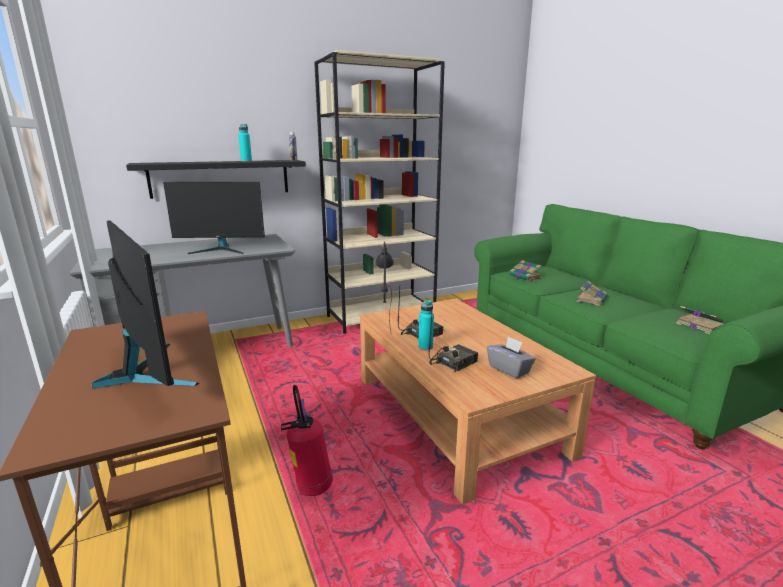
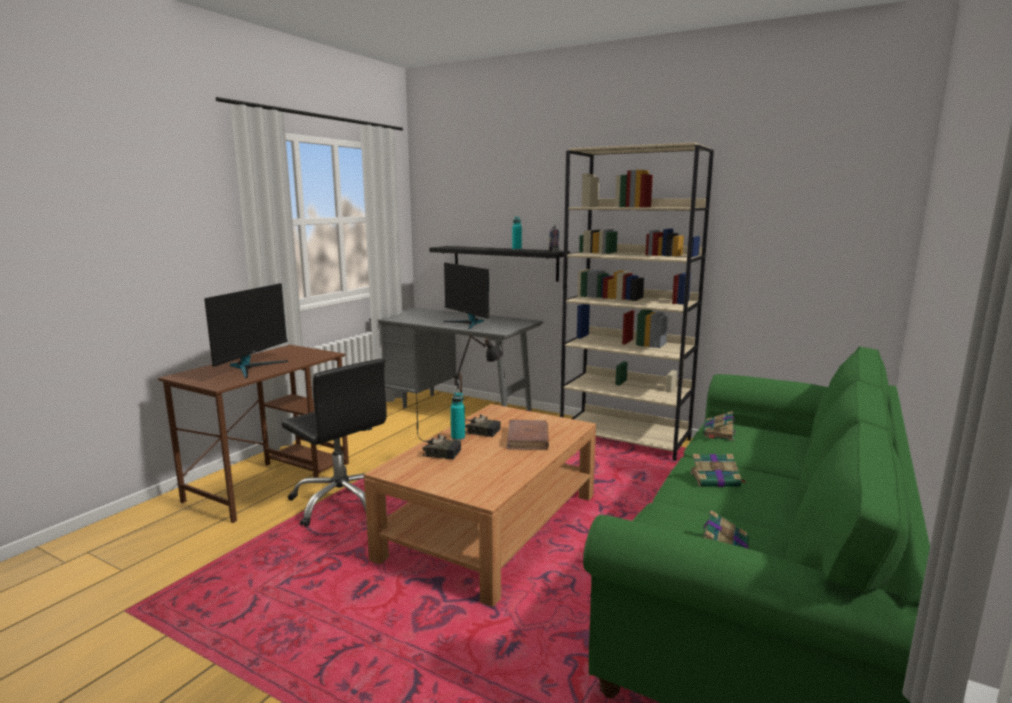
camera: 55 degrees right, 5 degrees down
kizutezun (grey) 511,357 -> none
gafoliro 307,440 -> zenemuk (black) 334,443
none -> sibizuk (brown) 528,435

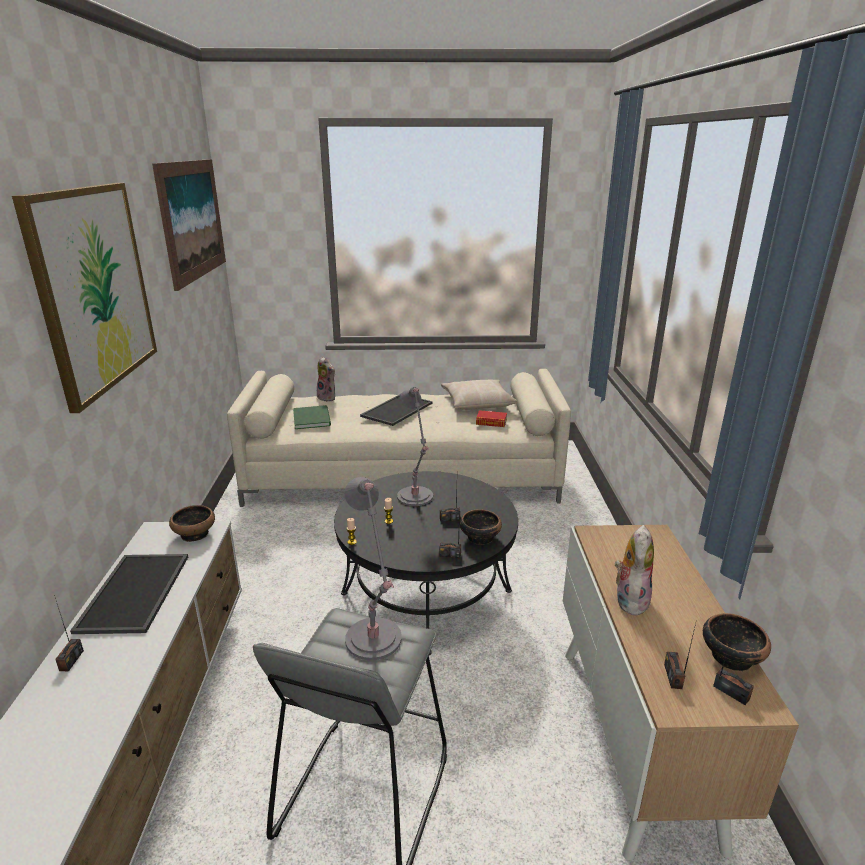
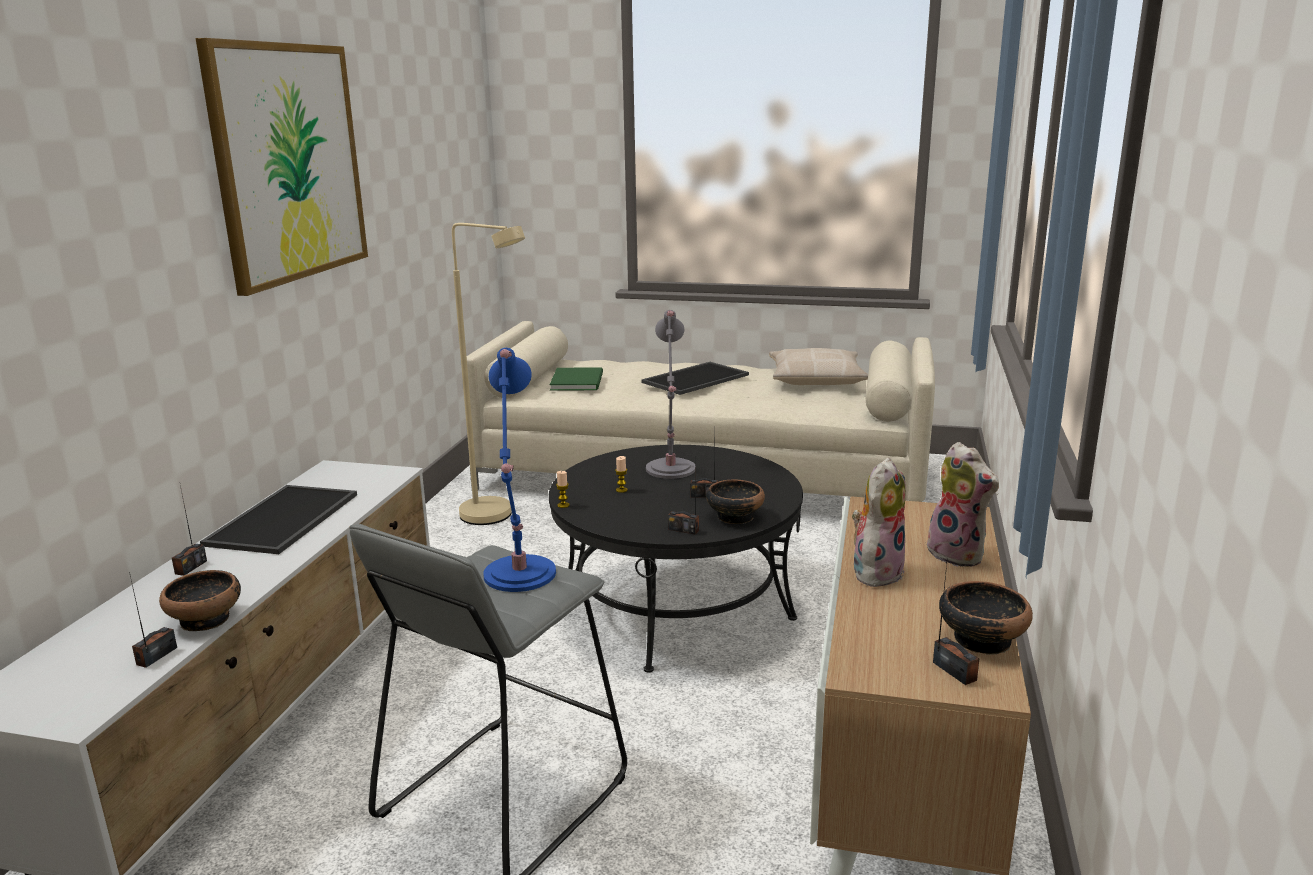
camera: 15 degrees right, 5 degrees down
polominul 189,225 -> none
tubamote 326,379 -> tubamote 963,504, relocated
sibizuk 491,418 -> none
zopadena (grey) 373,568 -> zopadena (blue) 519,470
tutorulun 192,523 -> tutorulun 200,600, relocated
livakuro 680,656 -> livakuro 153,620, relocated
none -> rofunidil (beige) 488,374

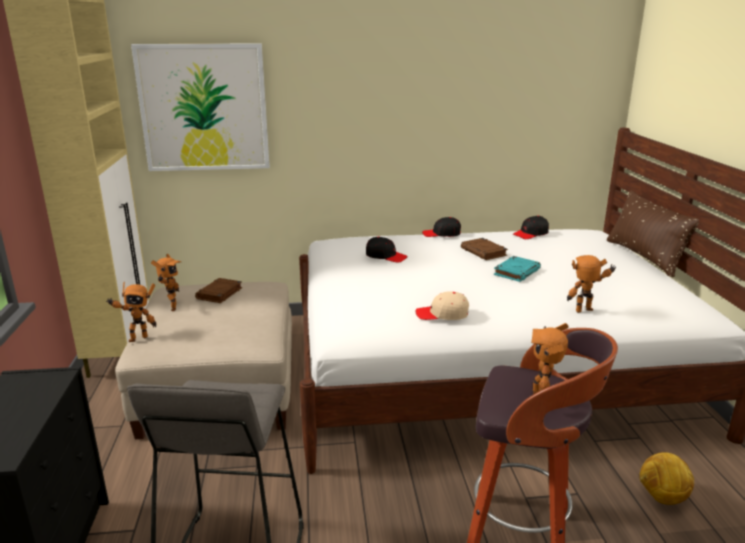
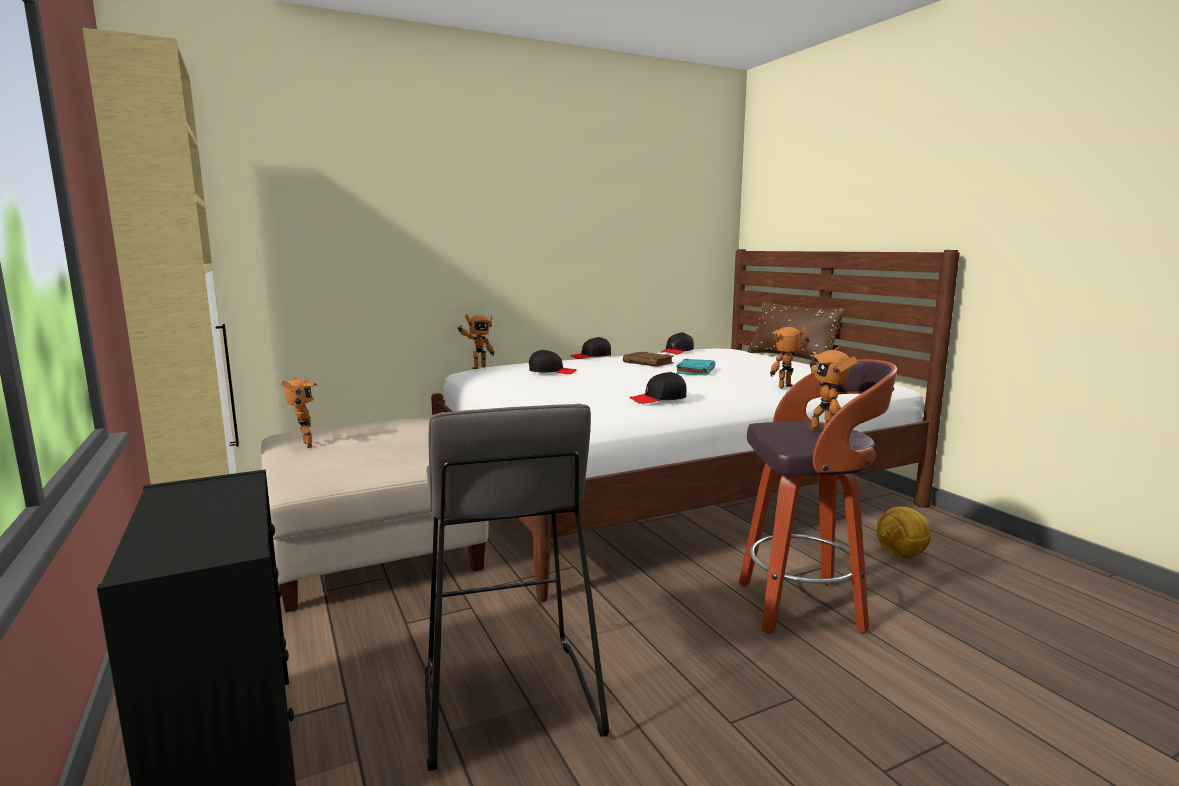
camera: 20 degrees left, 10 degrees down
polominul 200,107 -> none
sibizuk (brown) 218,290 -> none
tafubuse 131,312 -> tafubuse 475,341, relocated
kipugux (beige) 442,306 -> kipugux (black) 657,388

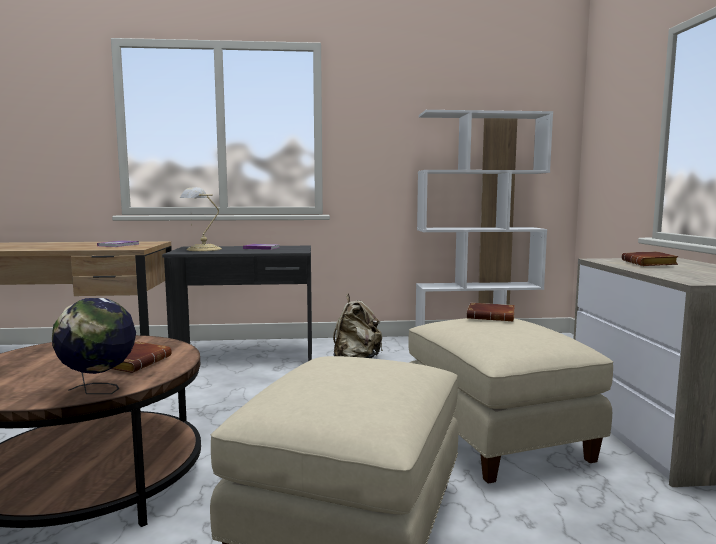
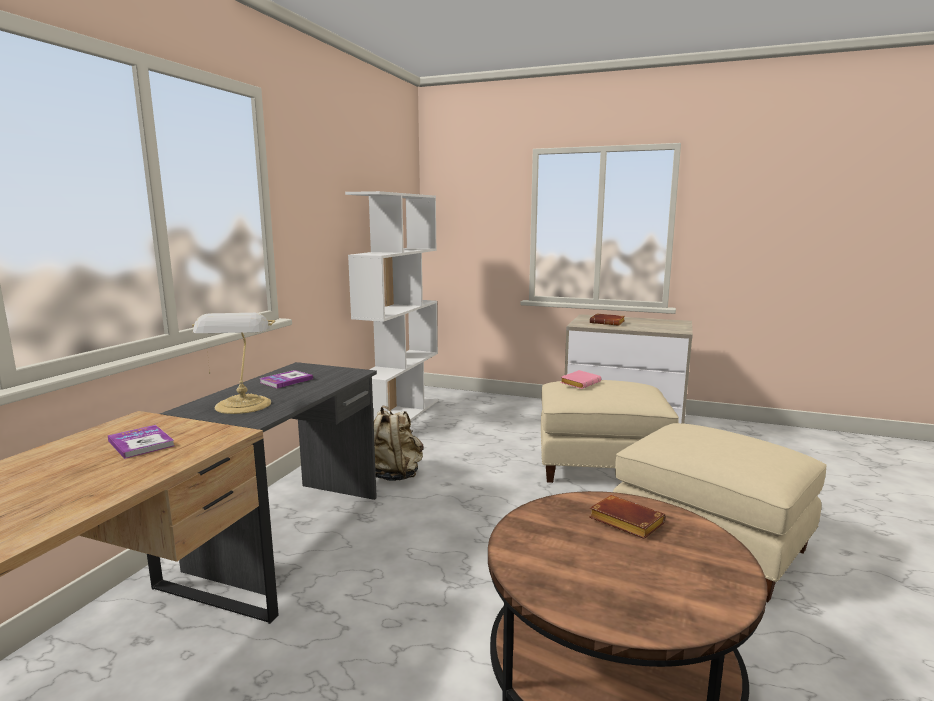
camera: 65 degrees left, 5 degrees up
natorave 94,346 -> none
sibizuk (brown) 491,312 -> sibizuk (pink) 580,379

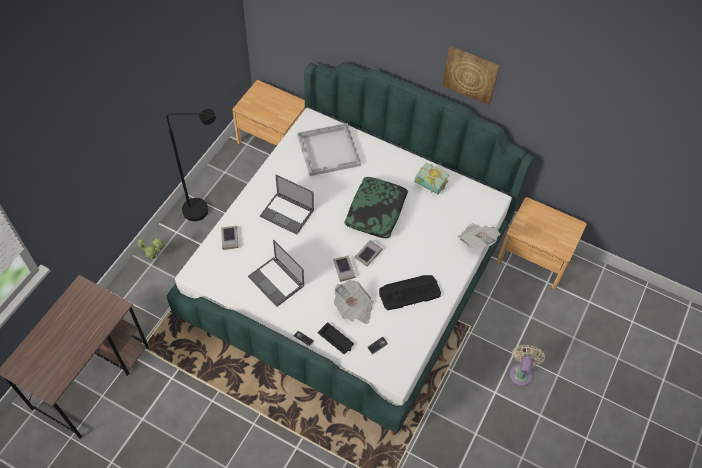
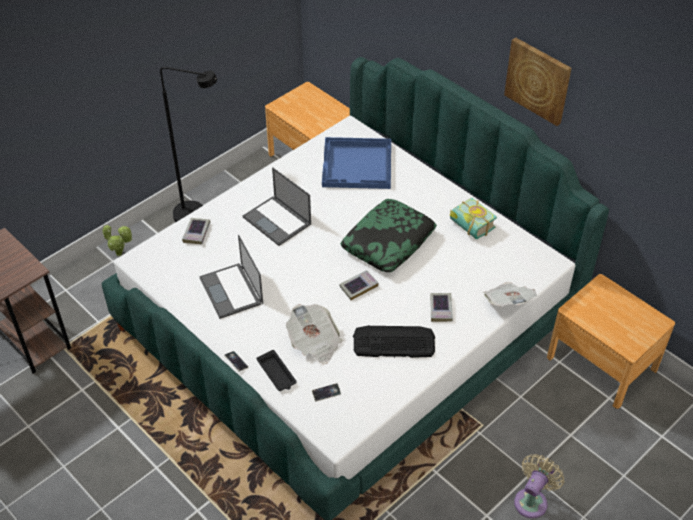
camera: 20 degrees right, 10 degrees down
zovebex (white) 329,149 -> zovebex (blue) 356,163
sibizuk 344,268 -> sibizuk 441,307, relocated

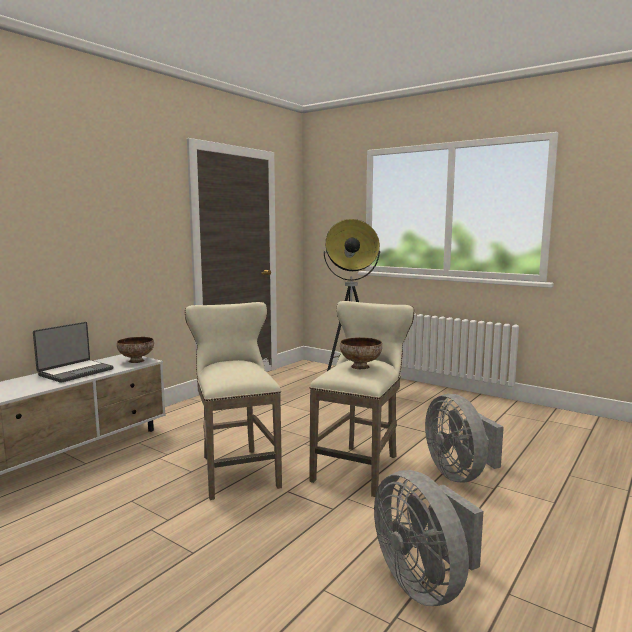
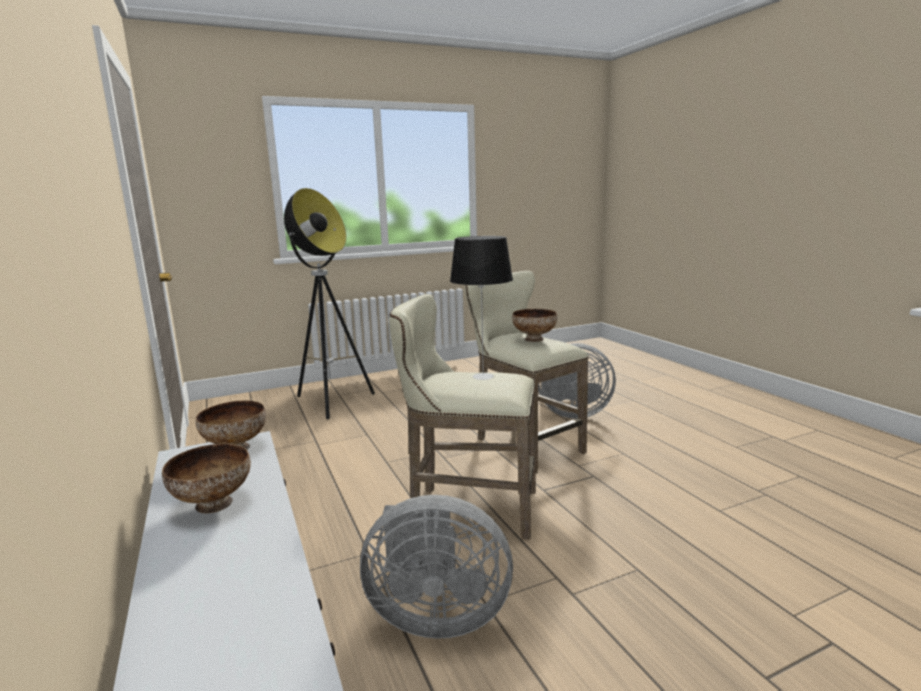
camera: 60 degrees left, 5 degrees up
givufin 73,352 -> tutorulun 206,478
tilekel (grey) 428,538 -> tilekel (grey) 436,567, relocated
none -> zopadena 481,308

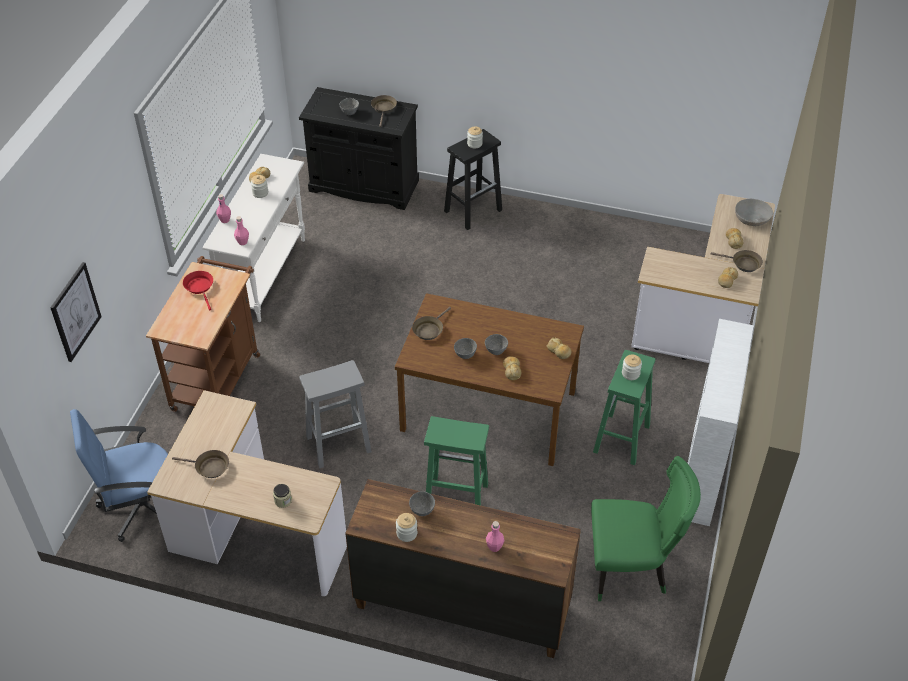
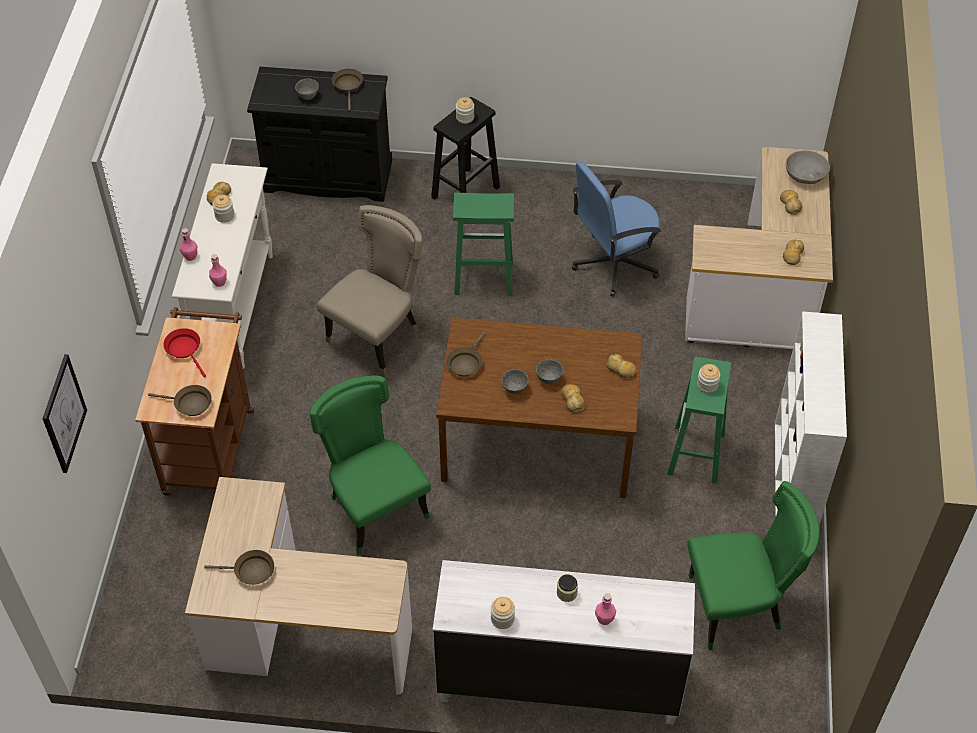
camera: 10 degrees left, 5 degrees up
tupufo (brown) 737,261 -> tupufo (brown) 180,400, relocated
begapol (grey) 335,414 -> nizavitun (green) 370,465
zenemuk (blue) 119,475 -> zenemuk (blue) 616,229, relocated
begapol (green) 456,461 -> begapol (green) 483,244, relocated
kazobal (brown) 463,568 -> kazobal (white) 564,642
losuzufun 282,496 -> losuzufun 567,588, relocated
tutorulun (grey) 422,503 -> none
none -> nizavitun (beige) 369,290

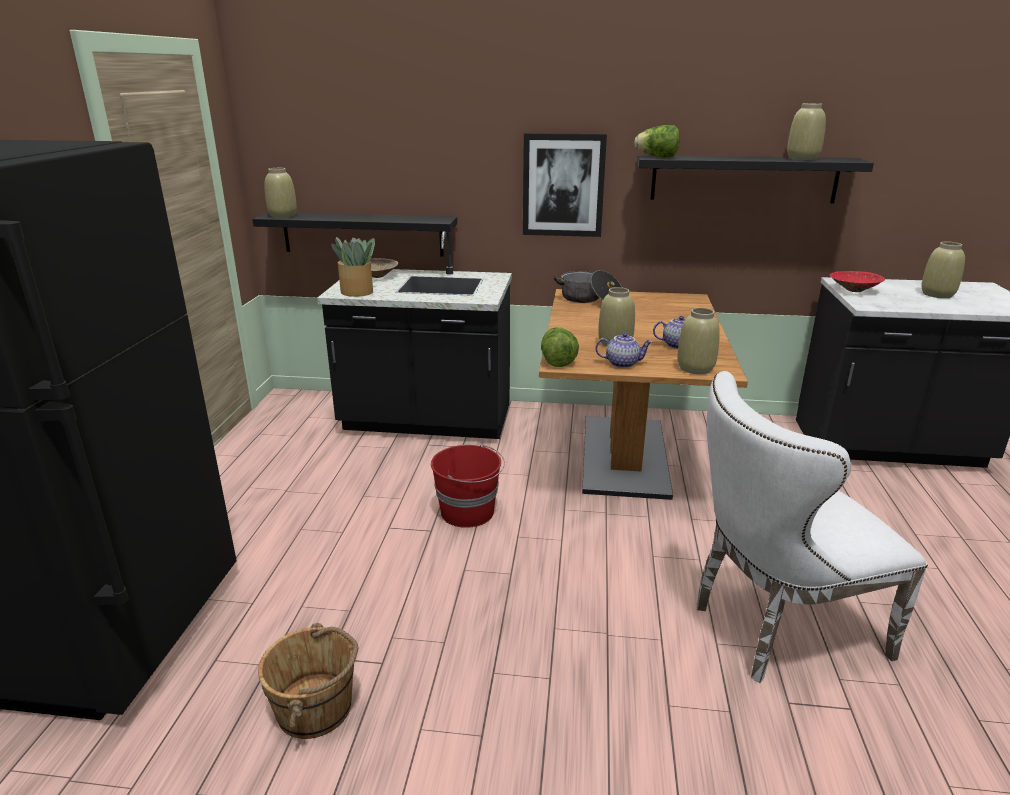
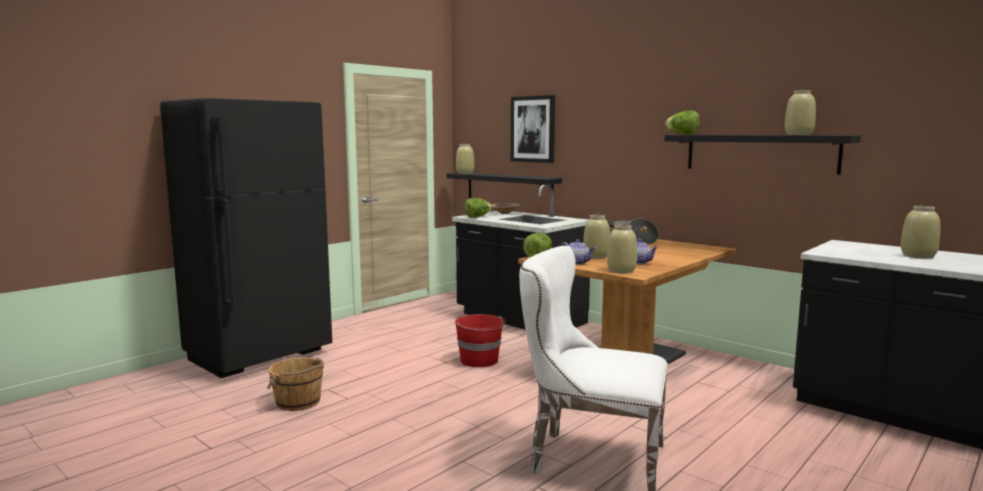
camera: 35 degrees right, 15 degrees down
polominul 565,185 -> polominul 533,129, relocated
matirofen 353,267 -> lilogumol 478,208
tutorulun (red) 857,281 -> none

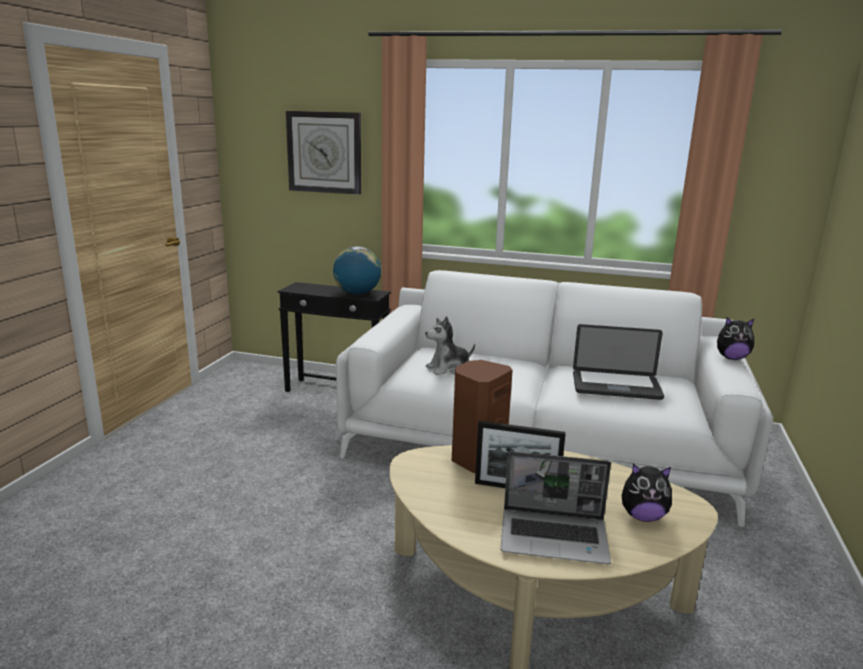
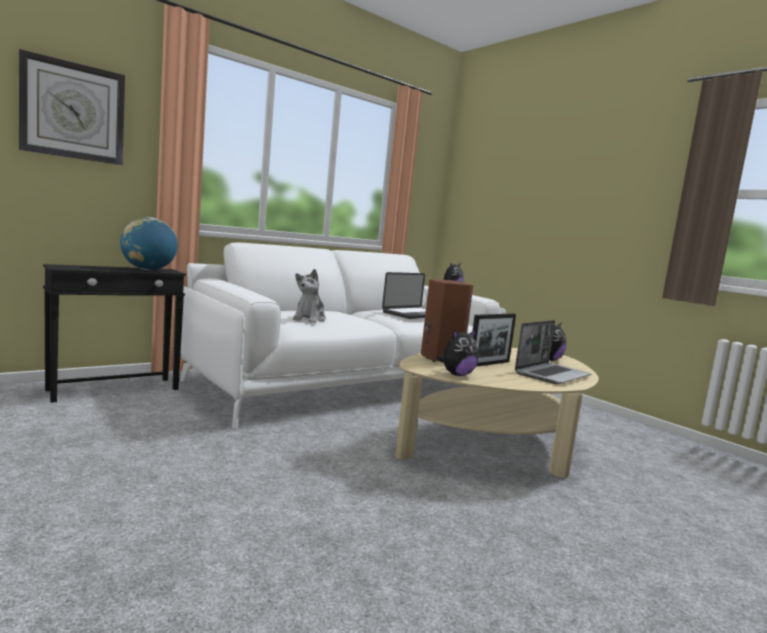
camera: 55 degrees left, 10 degrees down
none -> tubamote 457,352

